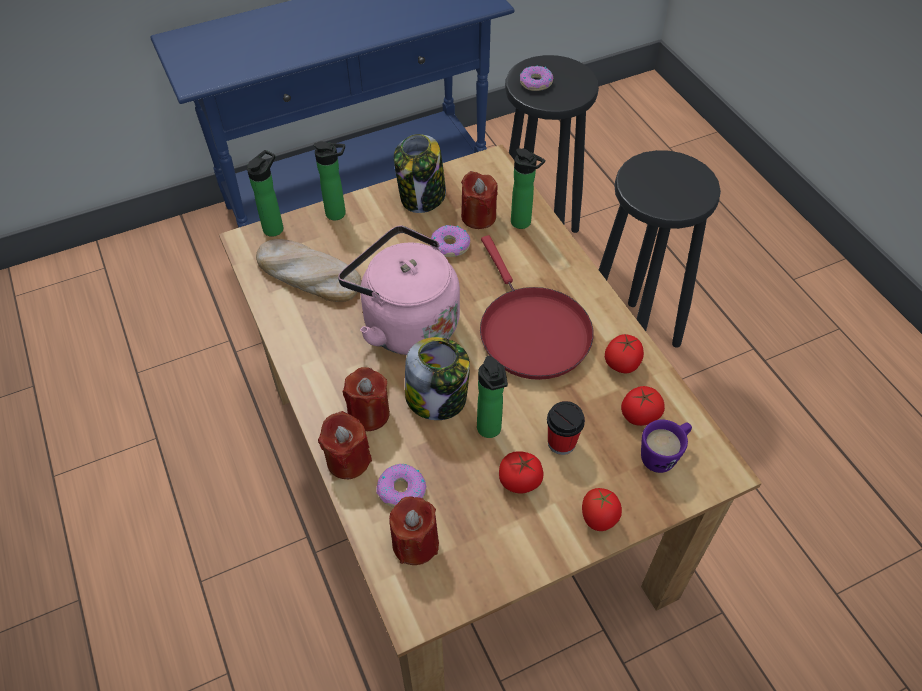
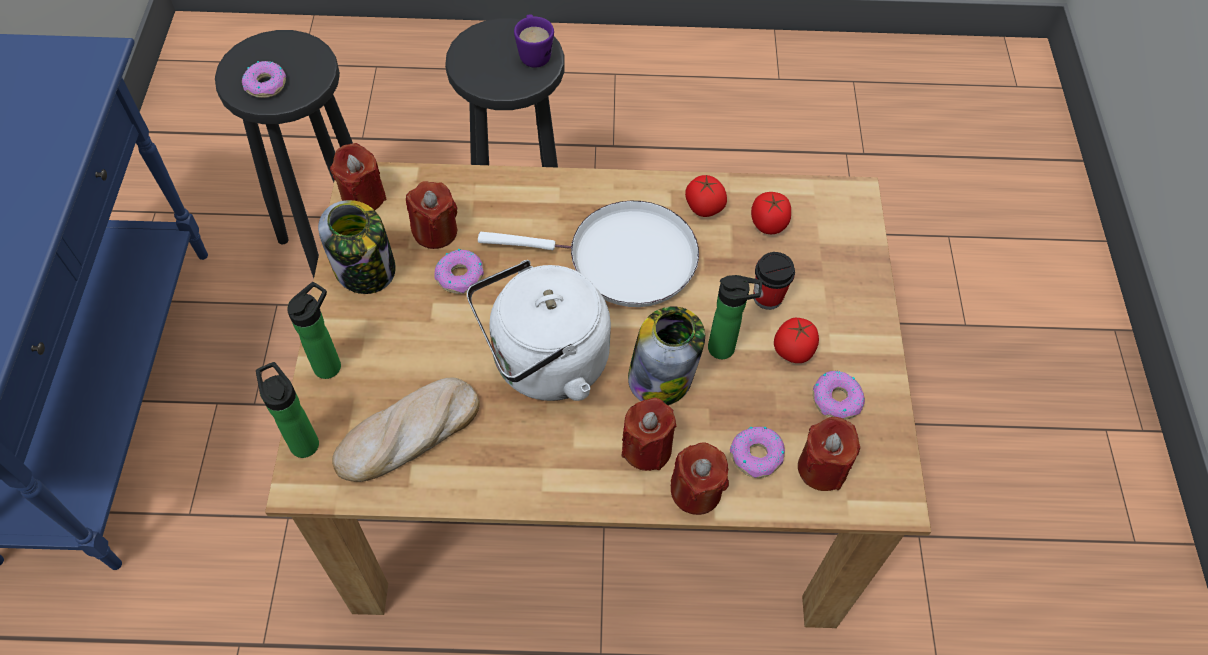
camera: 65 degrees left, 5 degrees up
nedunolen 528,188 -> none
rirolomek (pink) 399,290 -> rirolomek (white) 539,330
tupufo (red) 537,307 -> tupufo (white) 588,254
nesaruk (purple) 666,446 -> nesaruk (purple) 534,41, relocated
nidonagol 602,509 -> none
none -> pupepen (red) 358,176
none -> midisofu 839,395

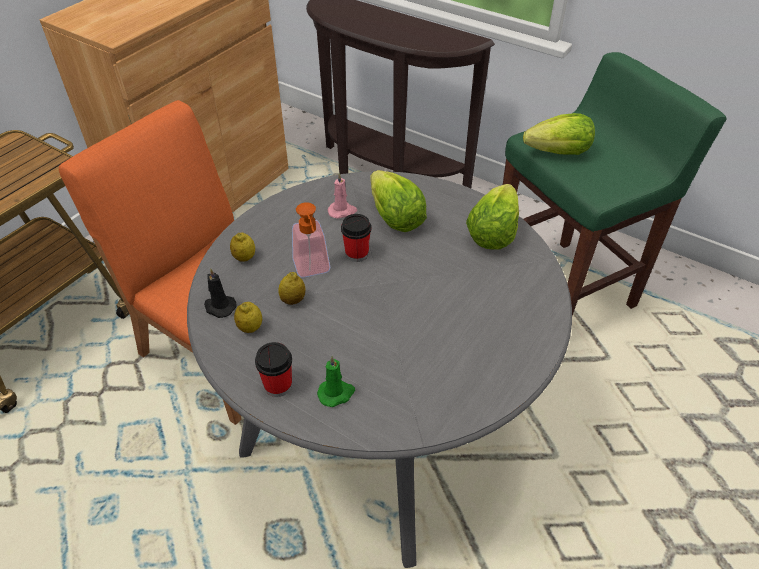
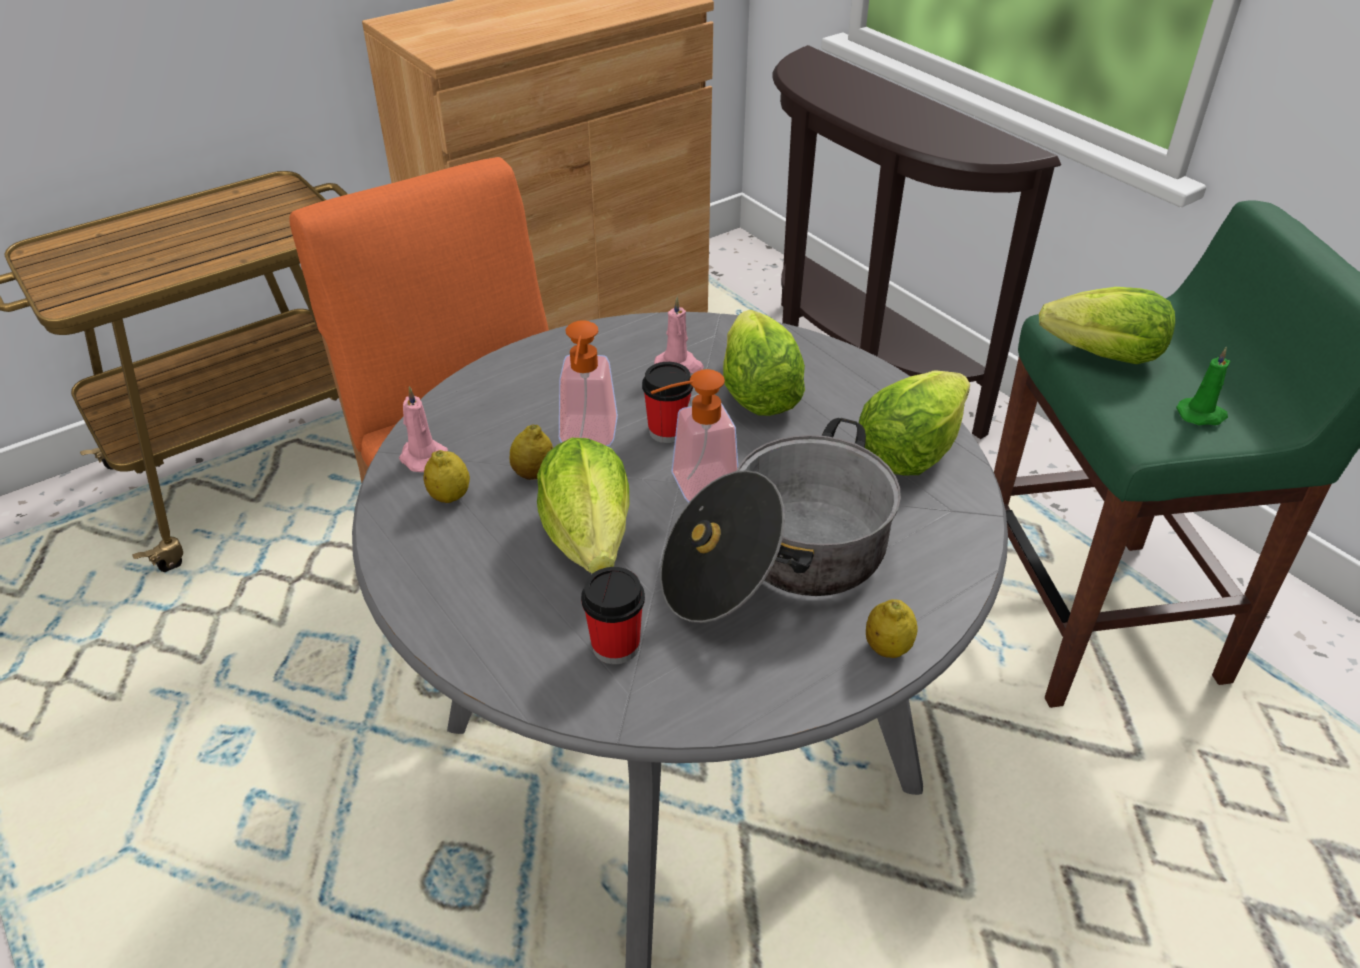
camera: 20 degrees right, 5 degrees down
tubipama 242,247 -> tubipama 892,628, relocated
pupepen (black) 220,293 -> pupepen (pink) 423,429
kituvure 273,369 -> kituvure 613,615, relocated
pupepen (green) 336,381 -> pupepen (green) 1203,386, relocated
none -> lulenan 694,435
none -> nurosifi 780,520
none -> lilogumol 583,506

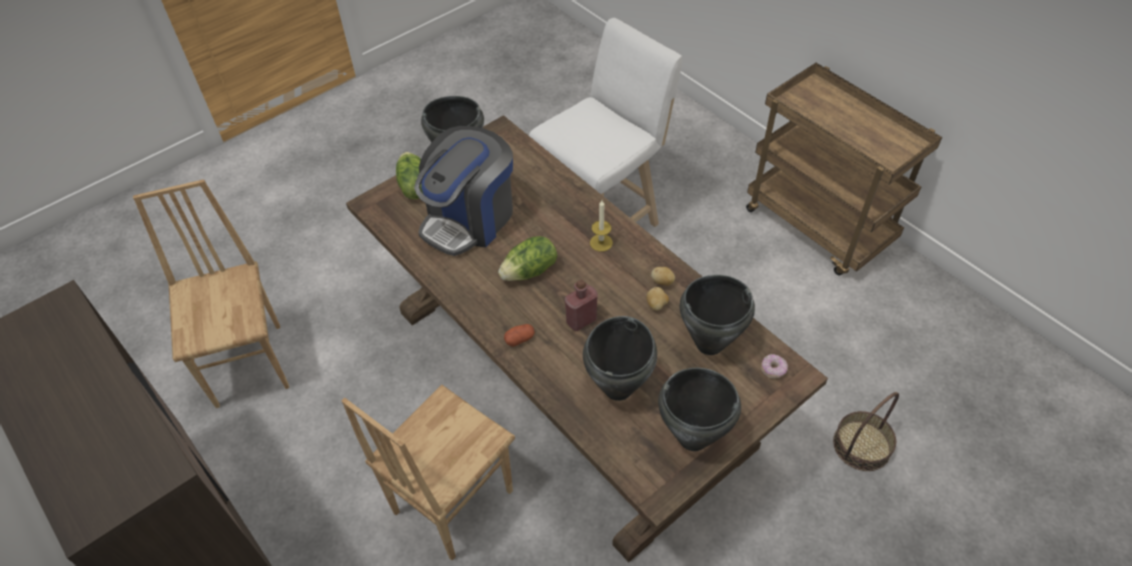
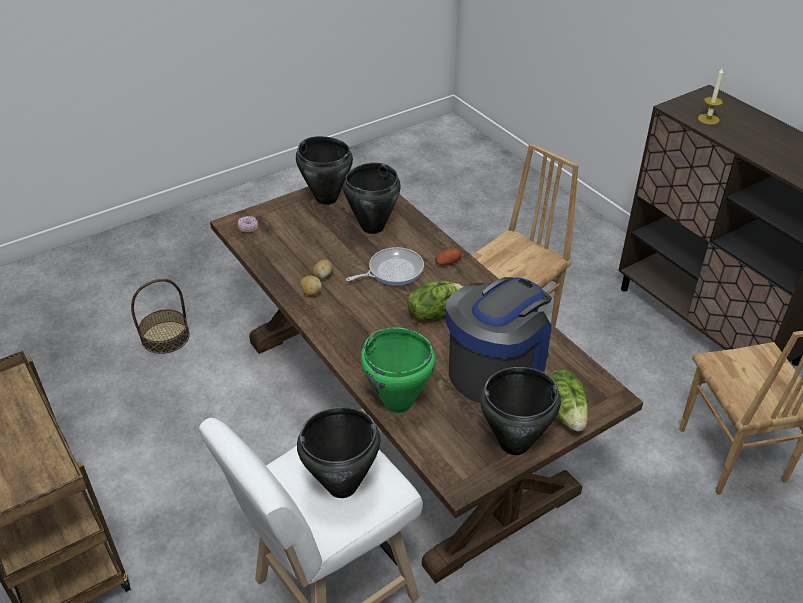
camera: 175 degrees left, 10 degrees down
pupepen 601,226 -> pupepen 711,96, relocated
nurosifi (black) 717,315 -> nurosifi (black) 338,452, relocated
nedunolen (red) 581,305 -> tupufo 385,266
none -> nurosifi (green) 398,370

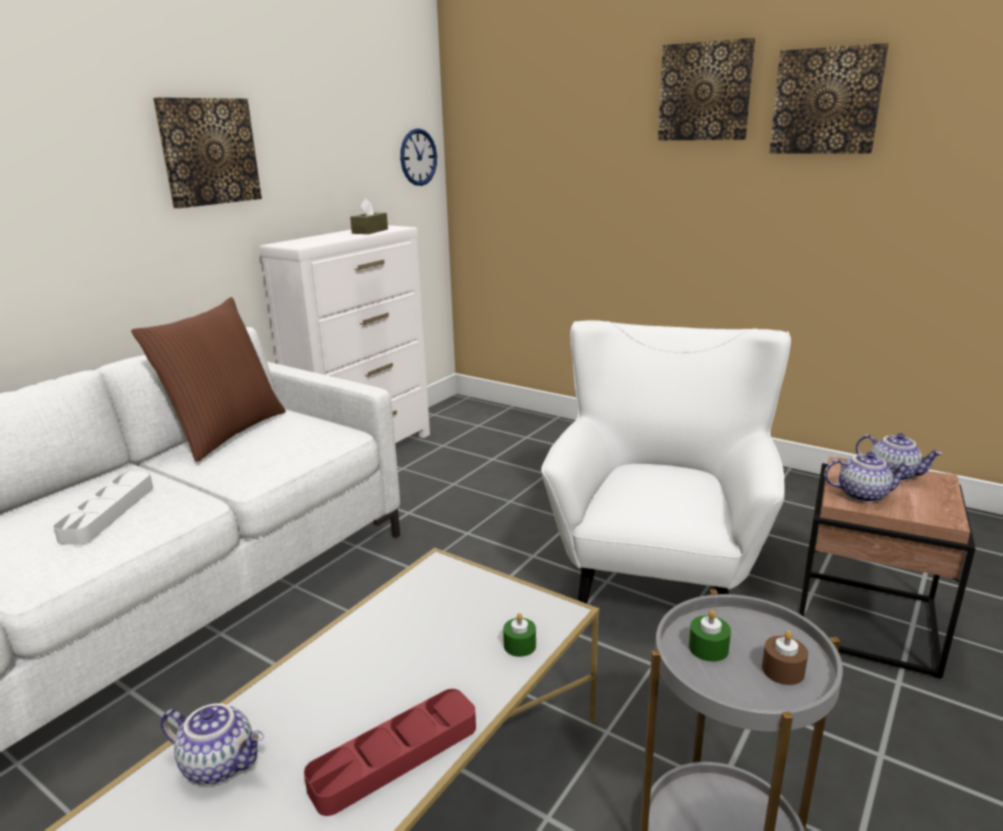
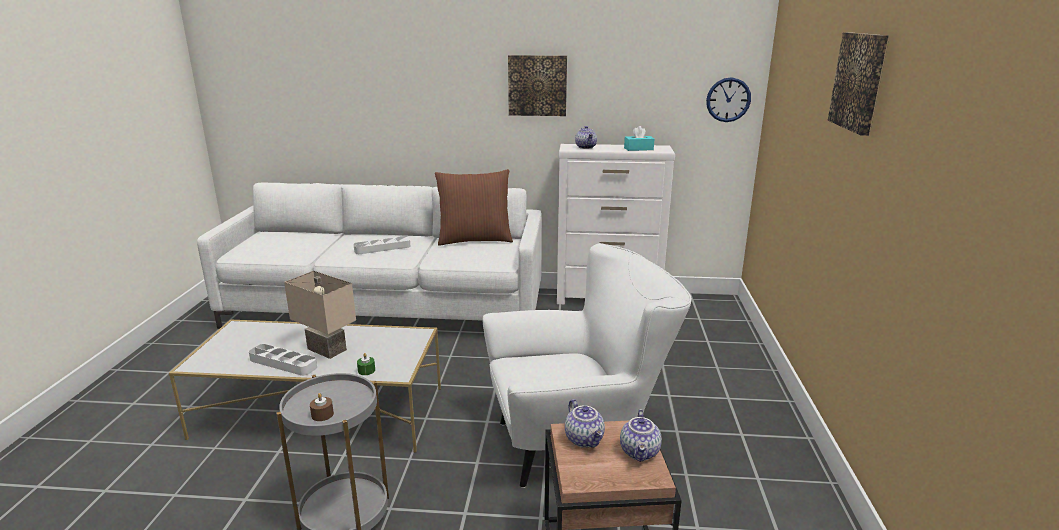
camera: 60 degrees right, 0 degrees up
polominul 829,98 -> none
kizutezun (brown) 369,216 -> kizutezun (turquoise) 639,138
pupepen (green) 710,636 -> none
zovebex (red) 390,752 -> zovebex (white) 283,360
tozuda 212,743 -> tozuda 586,137, relocated
none -> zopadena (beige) 320,315

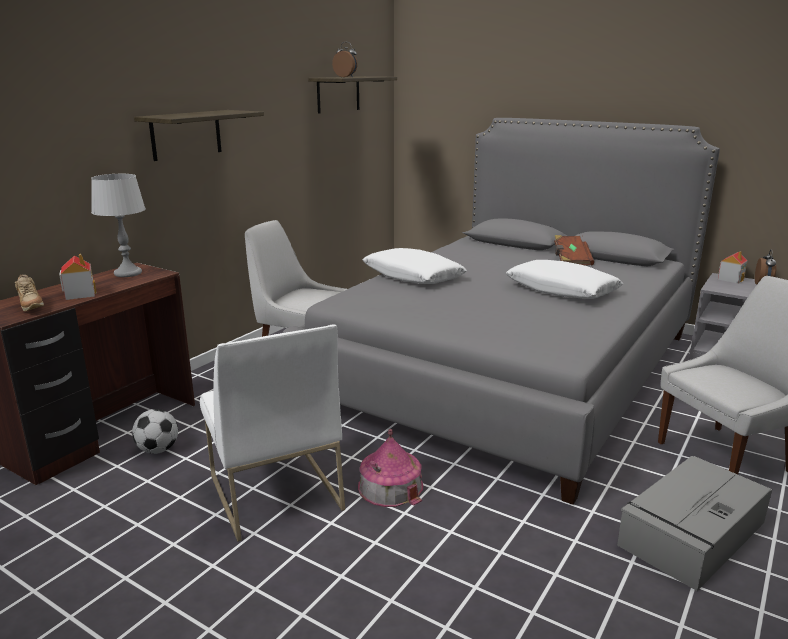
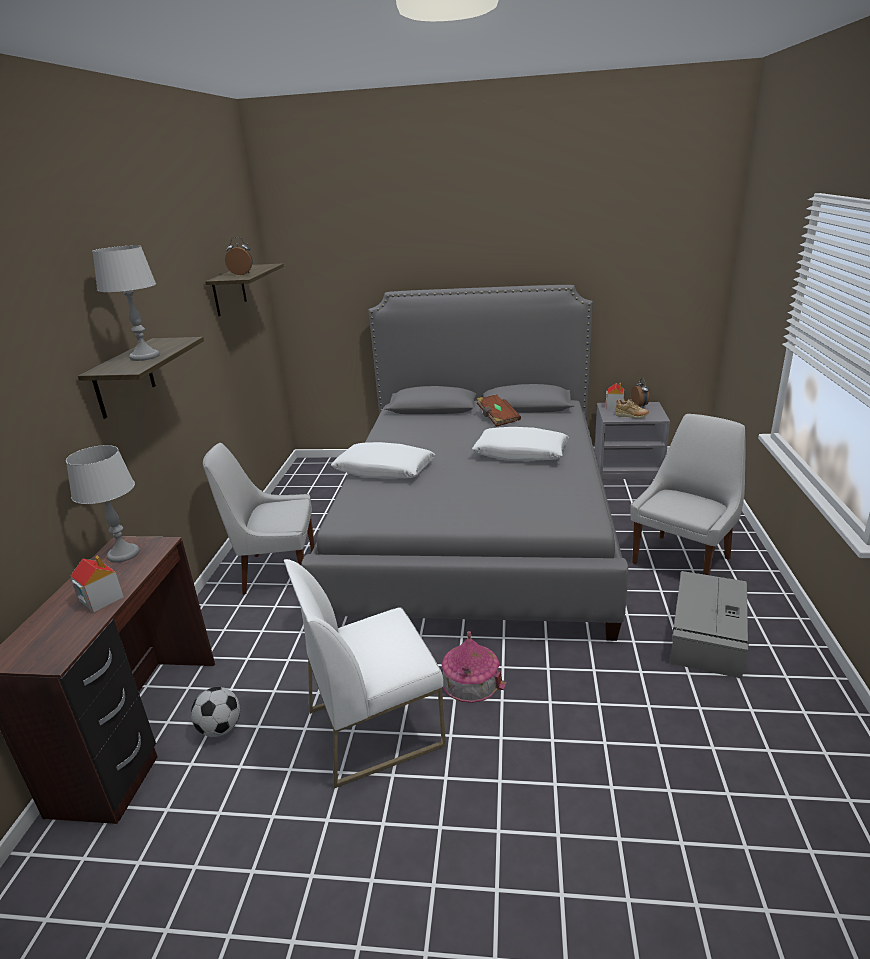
camera: 25 degrees left, 5 degrees up
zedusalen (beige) 29,292 -> zedusalen (beige) 632,409, relocated
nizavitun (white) 272,433 -> nizavitun (white) 365,673, 120 degrees clockwise
none -> zopadena (grey) 126,303

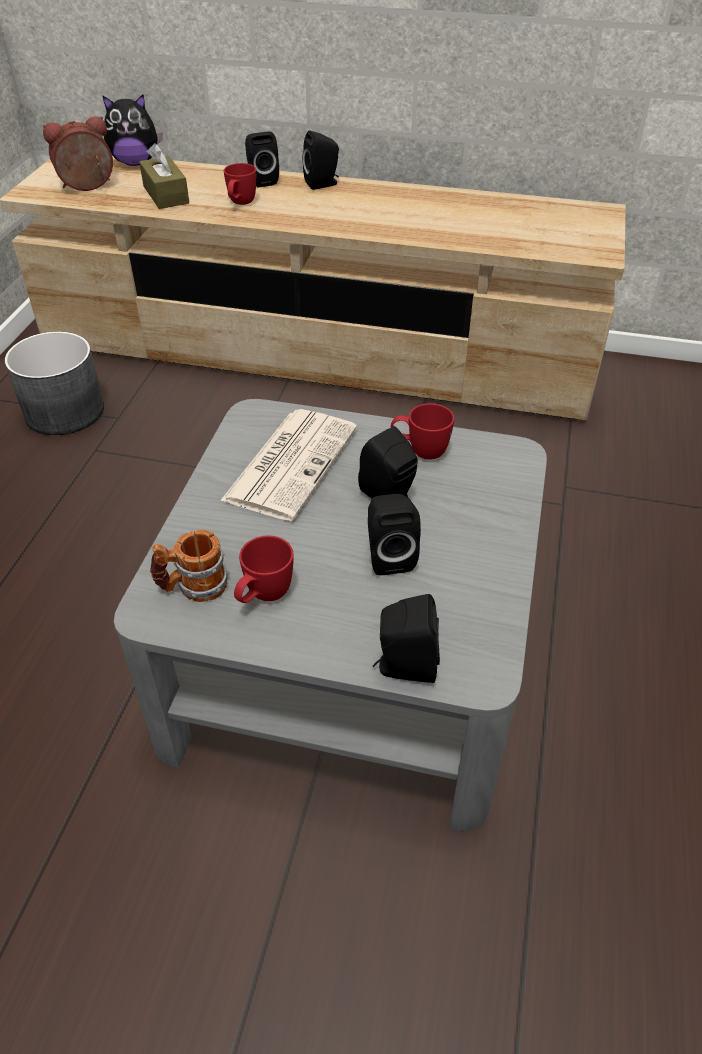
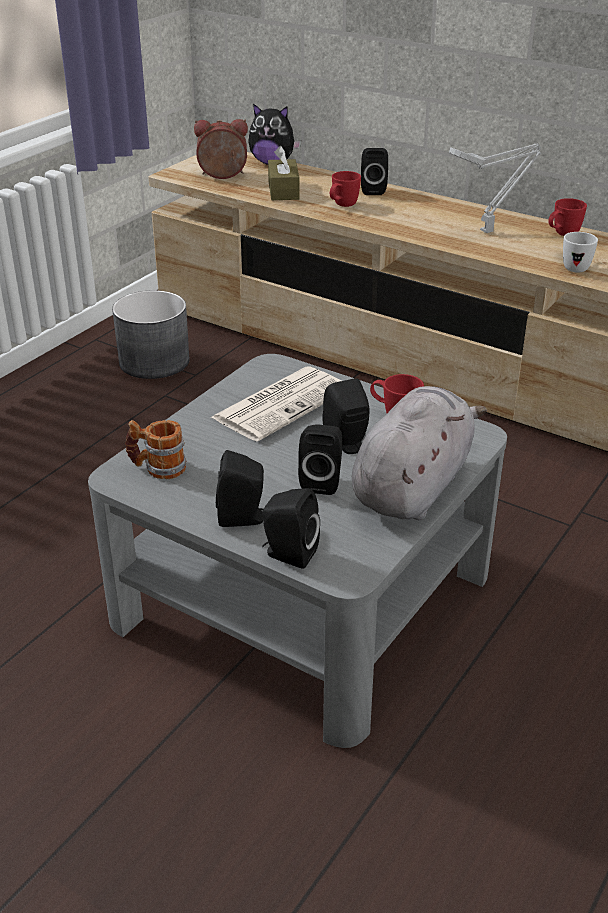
camera: 20 degrees right, 10 degrees down
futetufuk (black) 320,160 -> futetufuk (black) 240,488, relocated
nesaruk (red) 264,569 -> nesaruk (red) 567,217, relocated
none -> zopadena (grey) 495,188
none -> nesaruk (white) 580,252
none -> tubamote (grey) 419,453

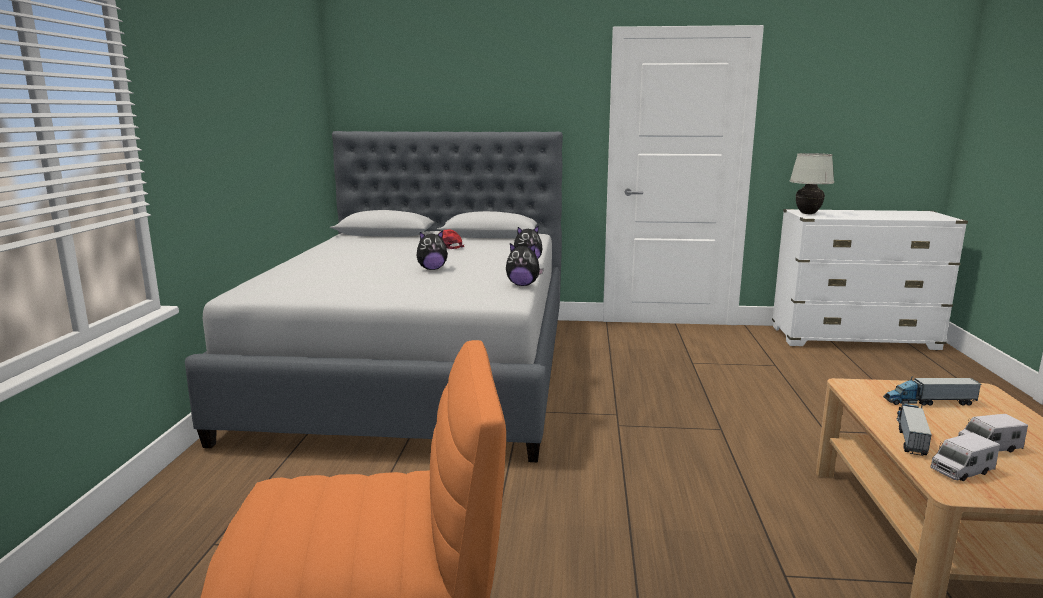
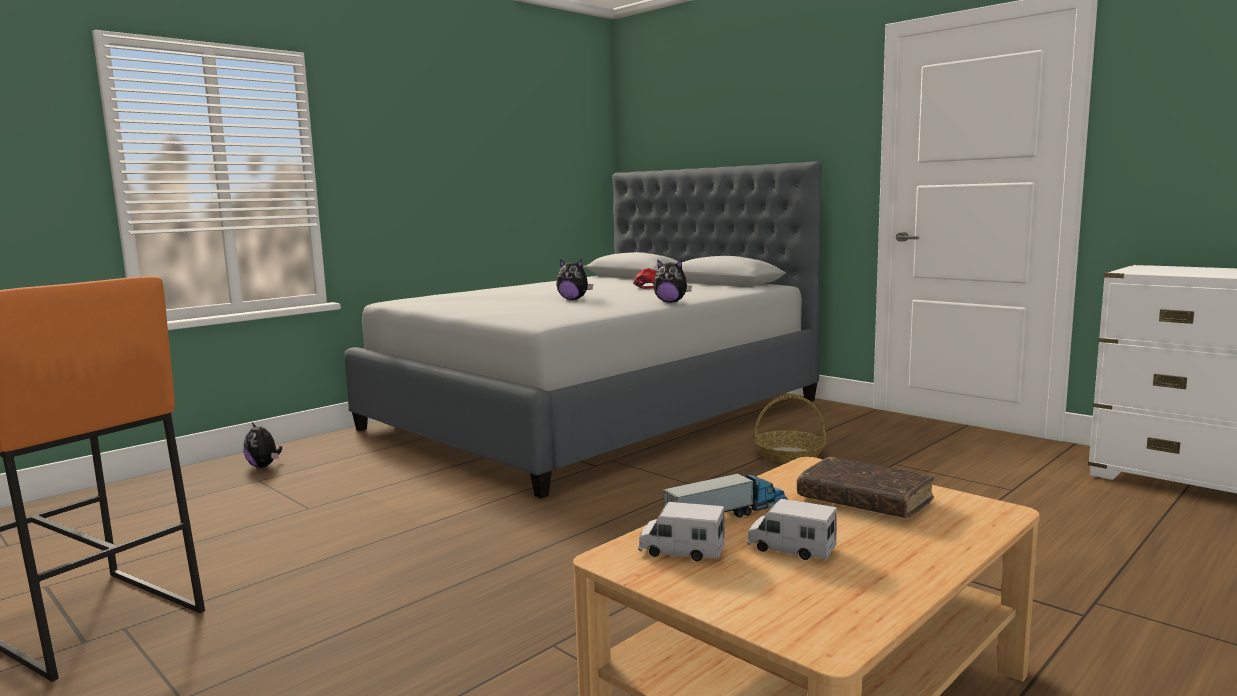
camera: 40 degrees right, 5 degrees down
zopadena (white) 811,183 -> none
tubamote 525,264 -> tubamote 263,445, relocated
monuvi 932,391 -> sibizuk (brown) 865,487
none -> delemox 789,429

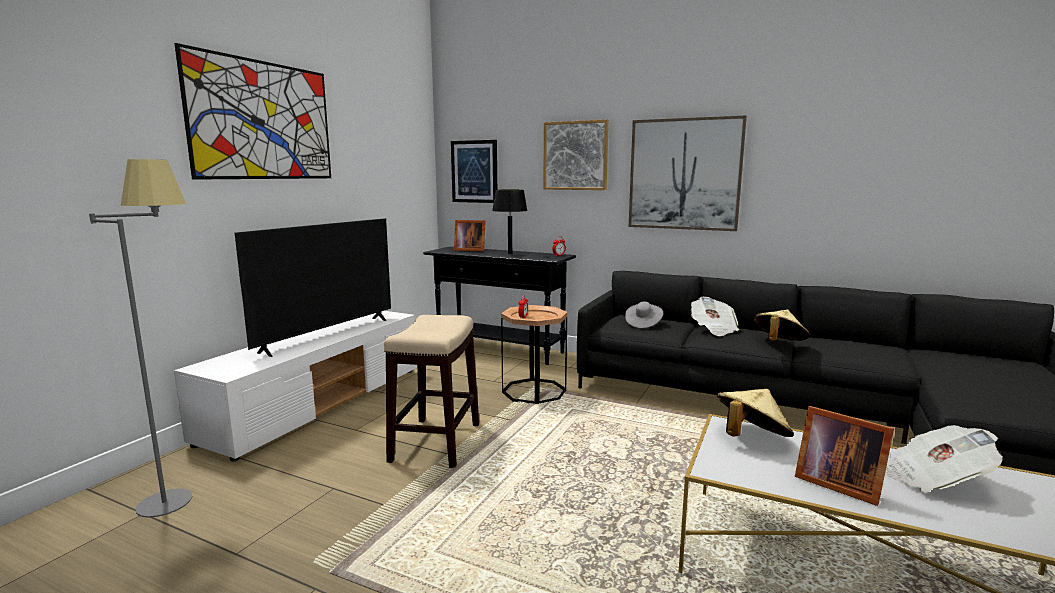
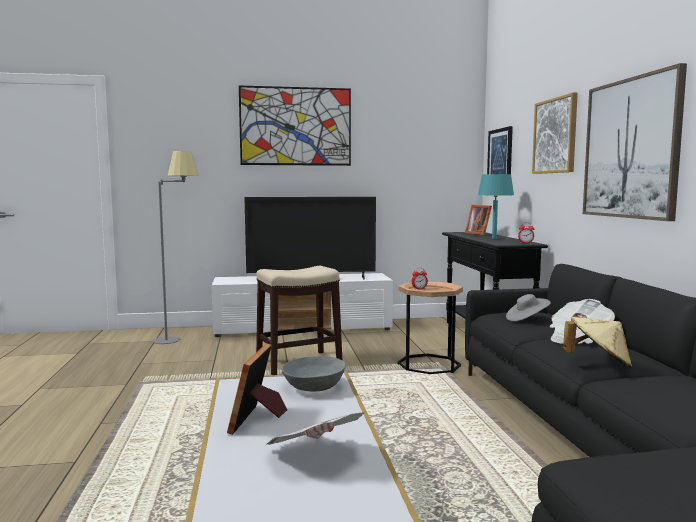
camera: 55 degrees right, 5 degrees down
zopadena (black) 509,221 -> zopadena (turquoise) 496,206
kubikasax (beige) 755,413 -> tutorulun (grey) 314,373

